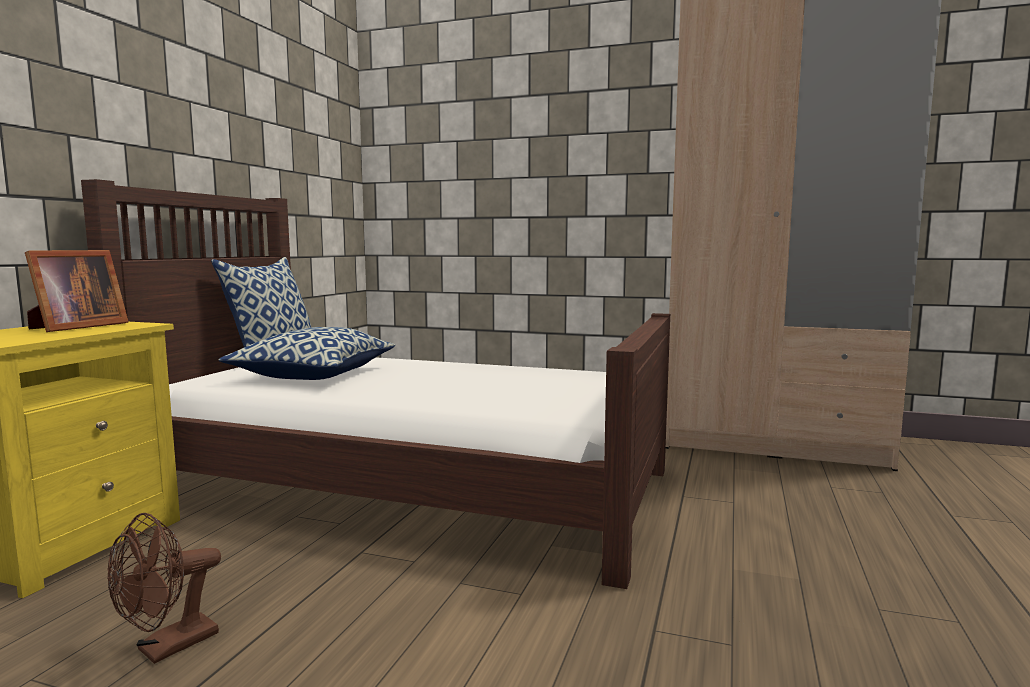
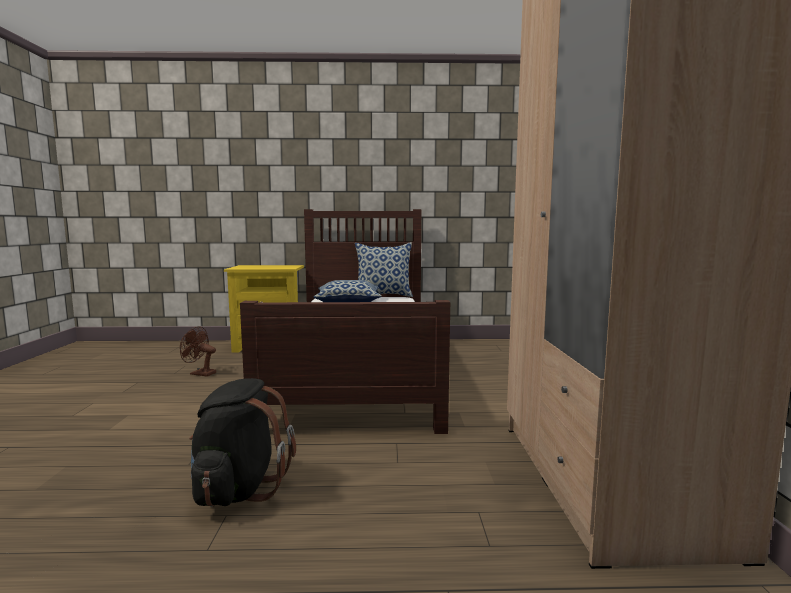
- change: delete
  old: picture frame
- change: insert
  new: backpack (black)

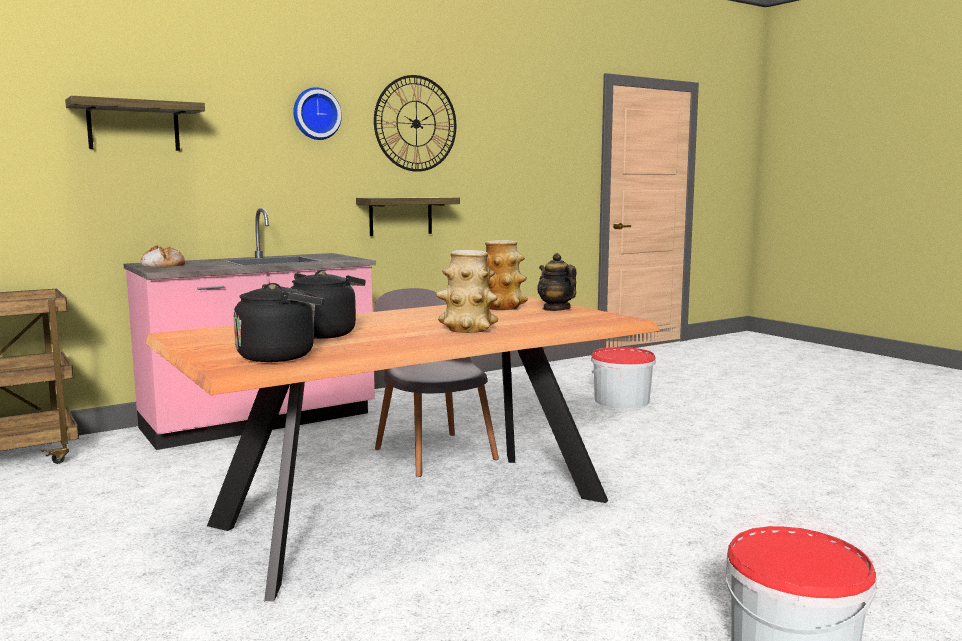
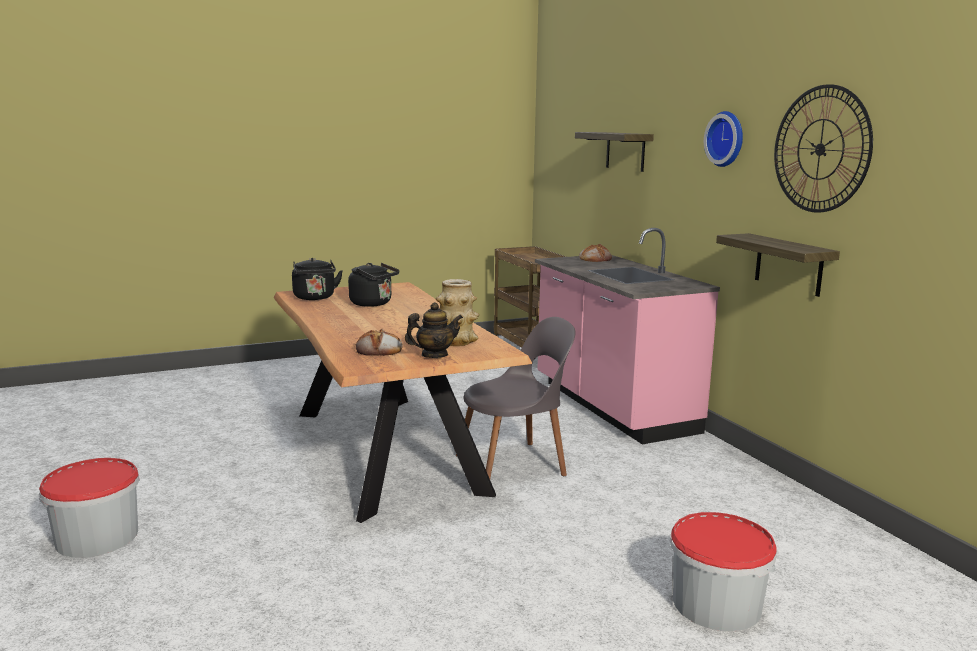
- change: delete
  old: vase (1st from left)
- change: insert
  new: bread (1st from left)

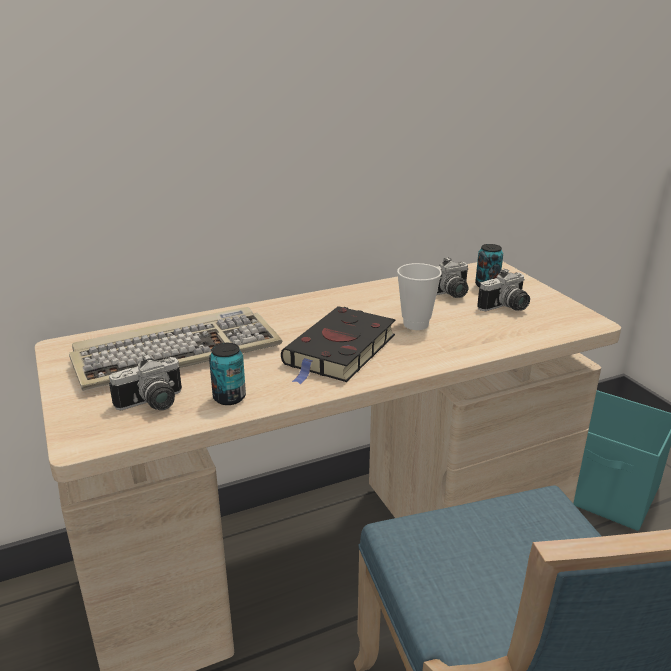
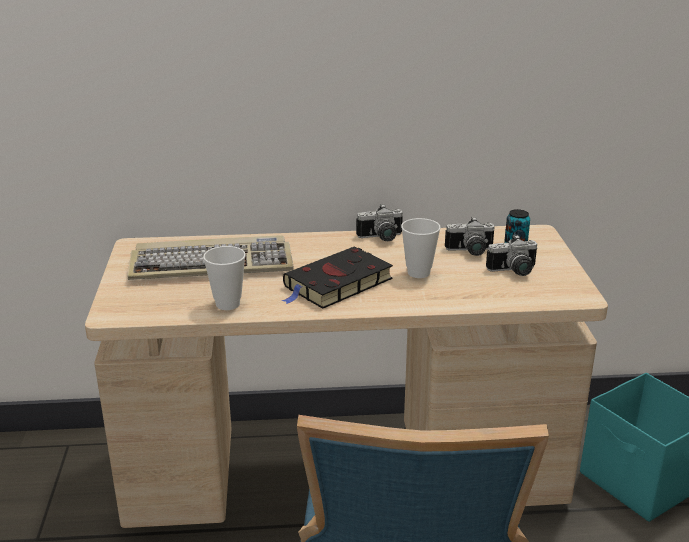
- change: move
  old: photo camera (1st from left)
- change: replace
  old: can (1st from left)
  new: cup (1st from left)

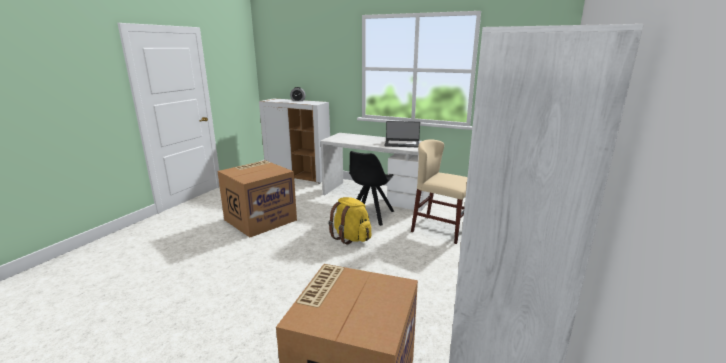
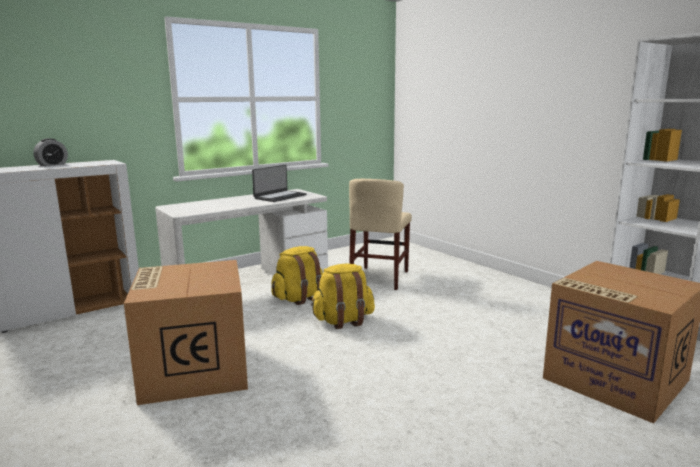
- change: replace
  old: chair (black)
  new: backpack (yellow) (1st from left)
- change: rotate
  old: chair (beige)
  degrees: -45

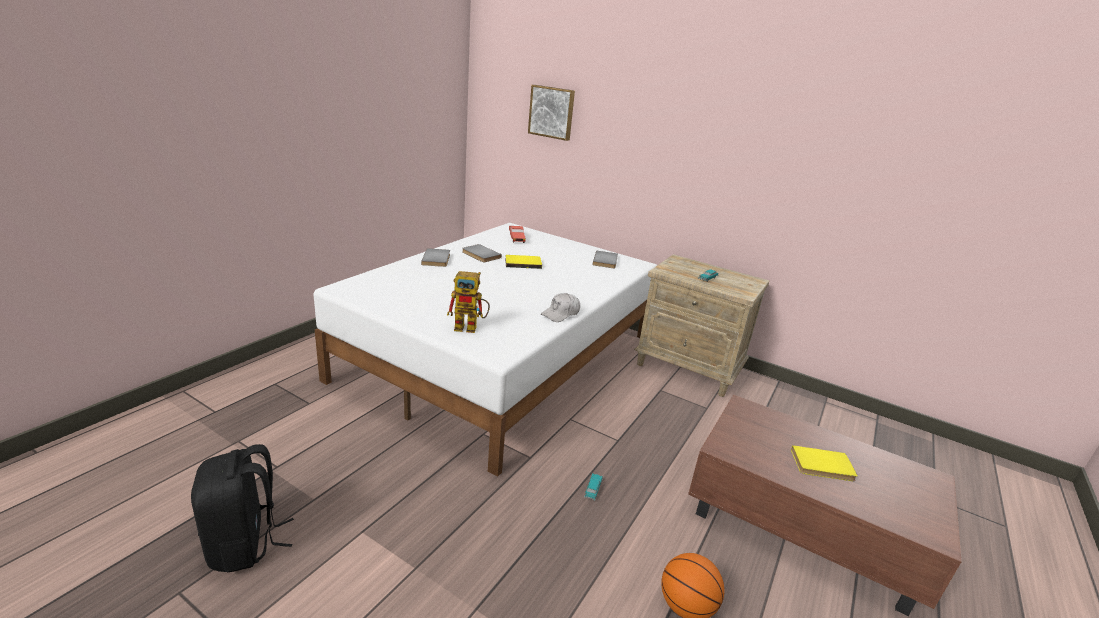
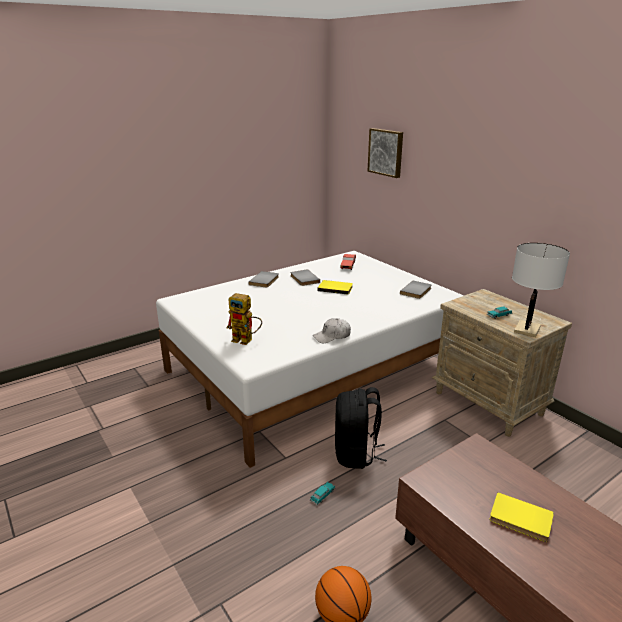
- change: move
  old: backpack (black)
- change: insert
  new: table lamp (white)

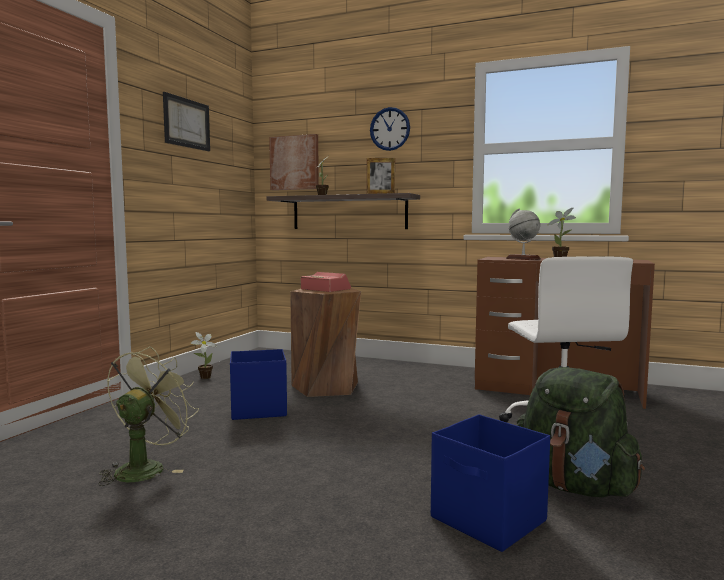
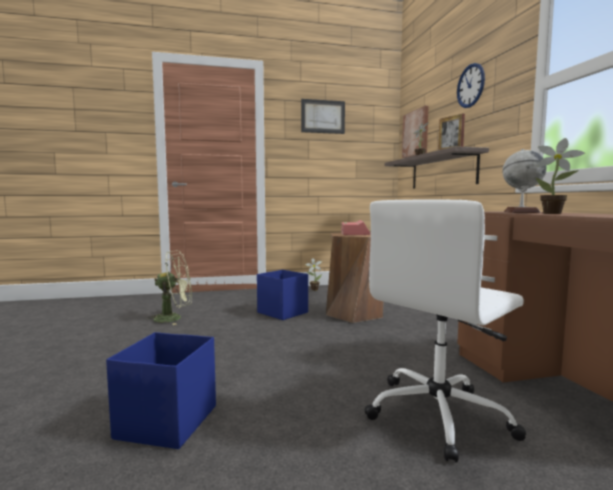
- change: delete
  old: backpack (green)

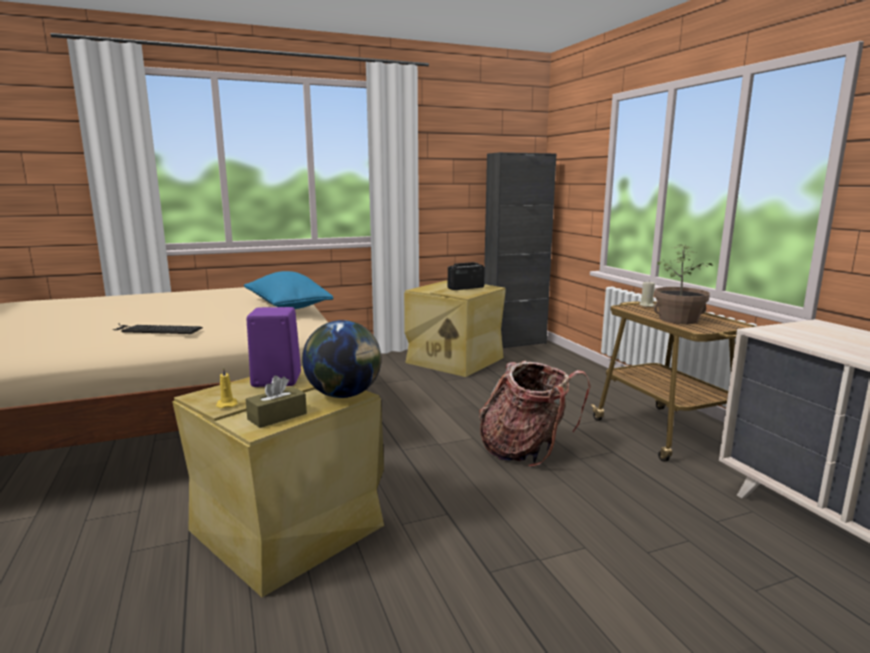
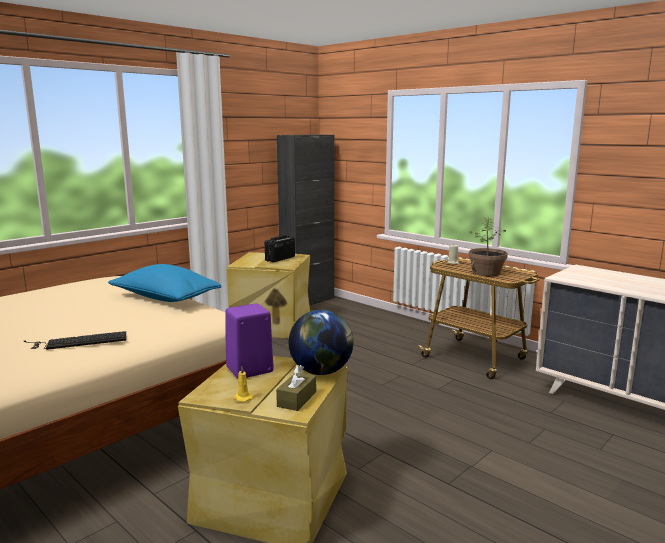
- change: delete
  old: backpack

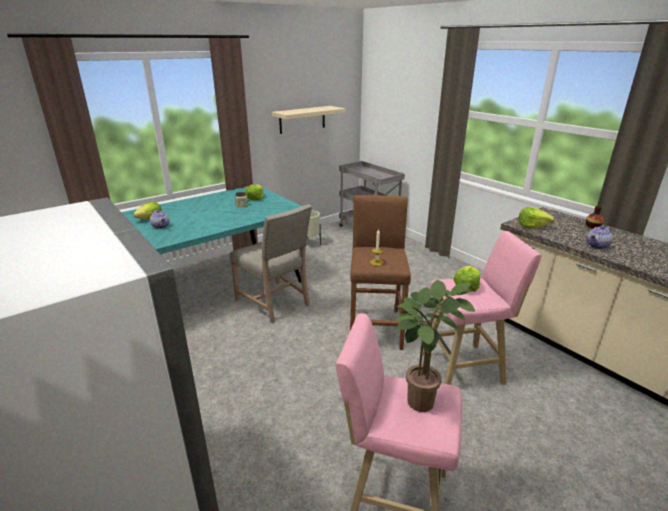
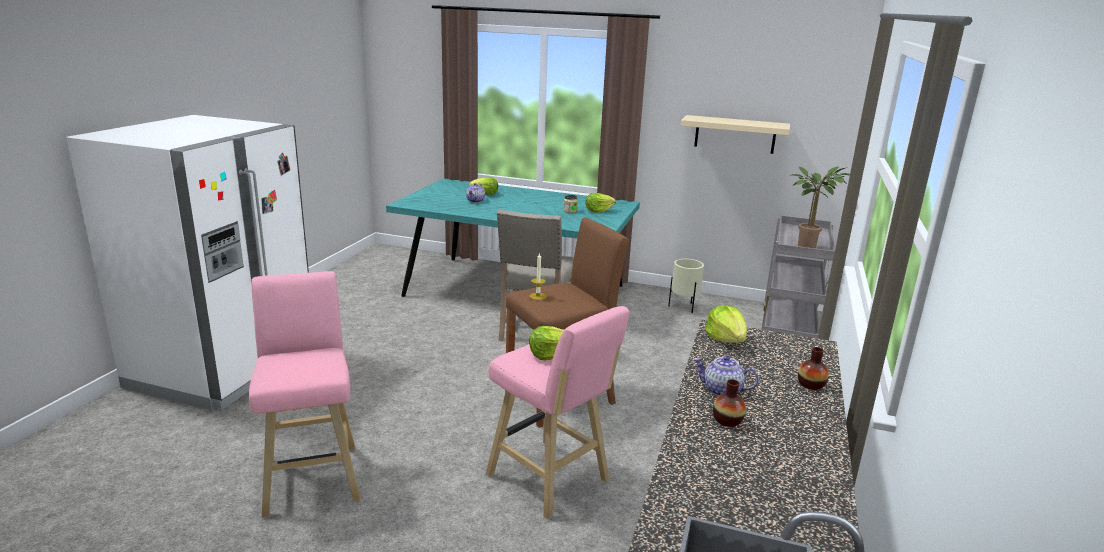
- change: move
  old: potted plant
- change: insert
  new: vase (1st from left)

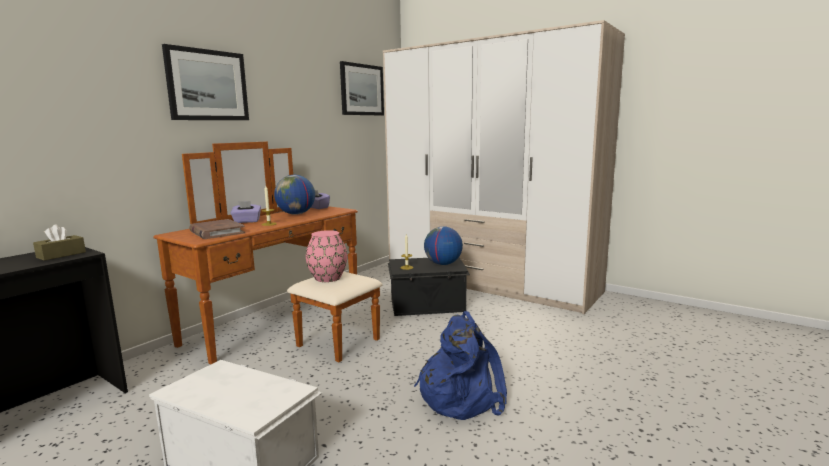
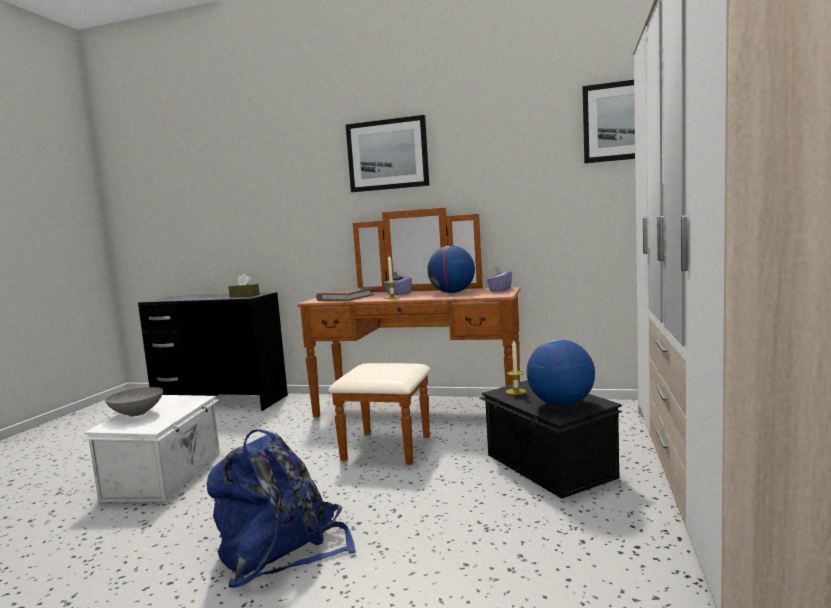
- change: delete
  old: vase (pink)
- change: insert
  new: bowl (grey)

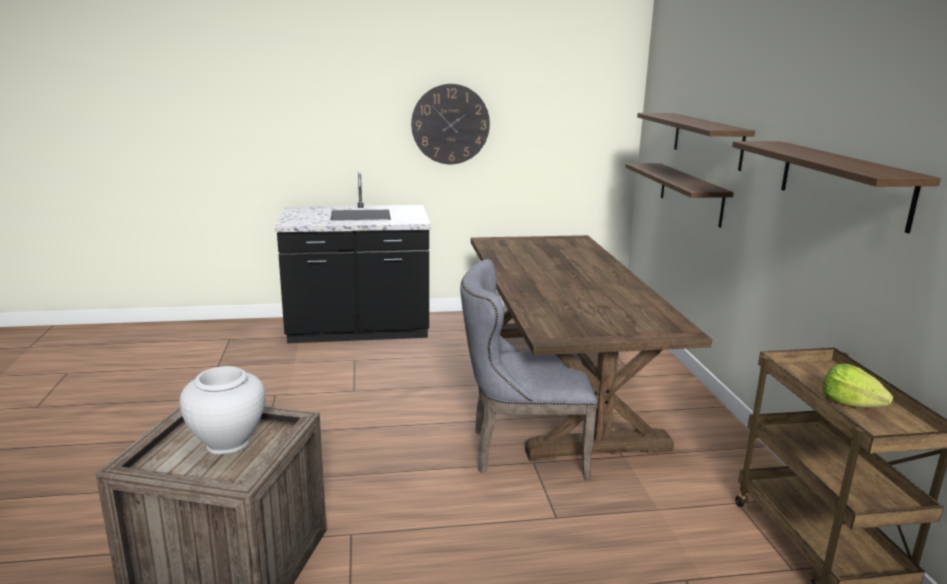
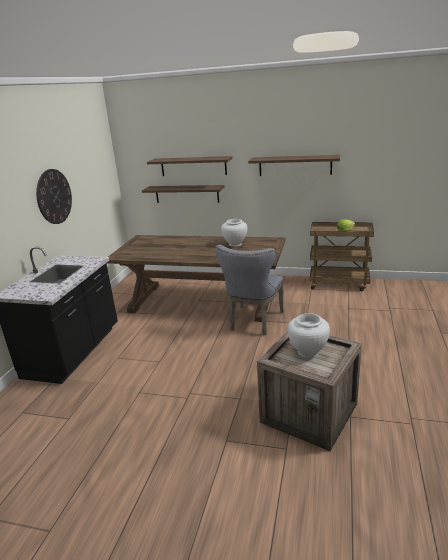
- change: insert
  new: vase (white) (1st from left)

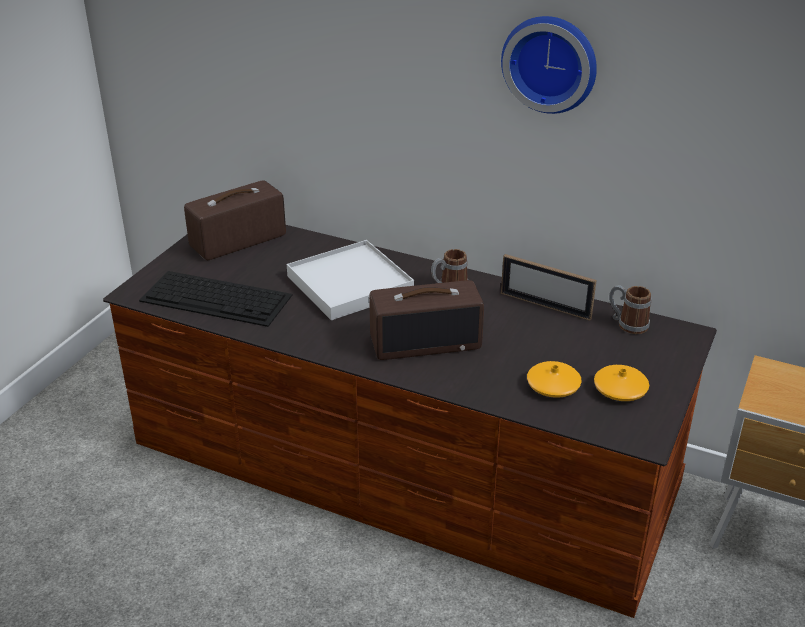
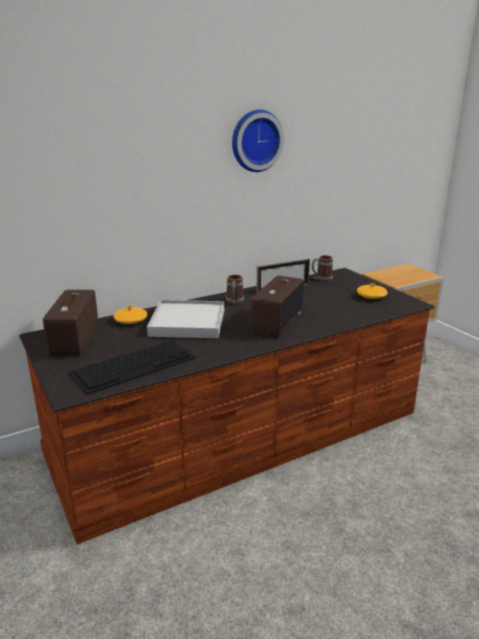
- change: move
  old: vase (orange) (1st from left)

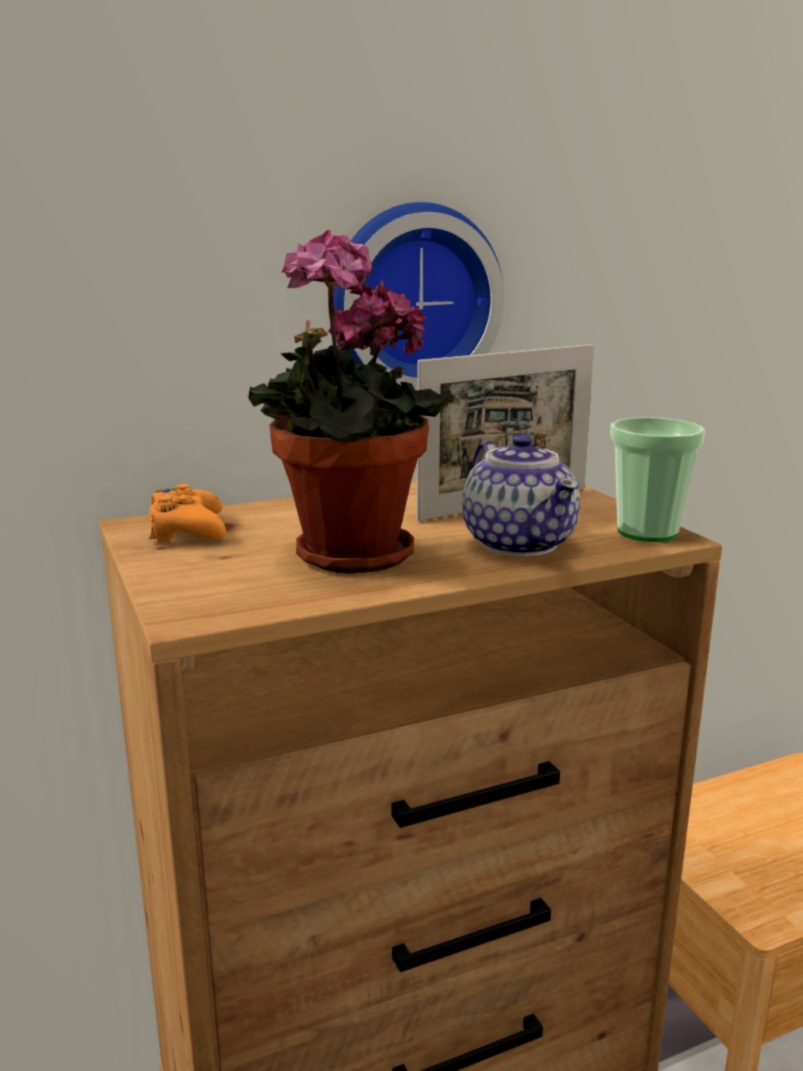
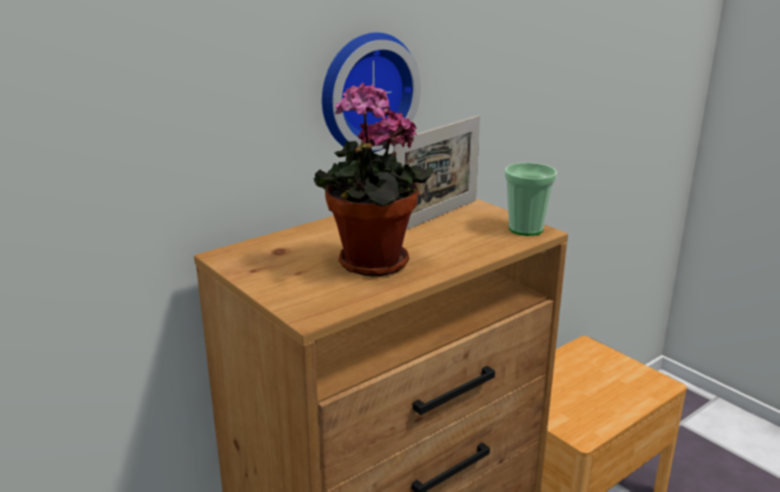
- change: delete
  old: game controller (orange)
- change: delete
  old: teapot

